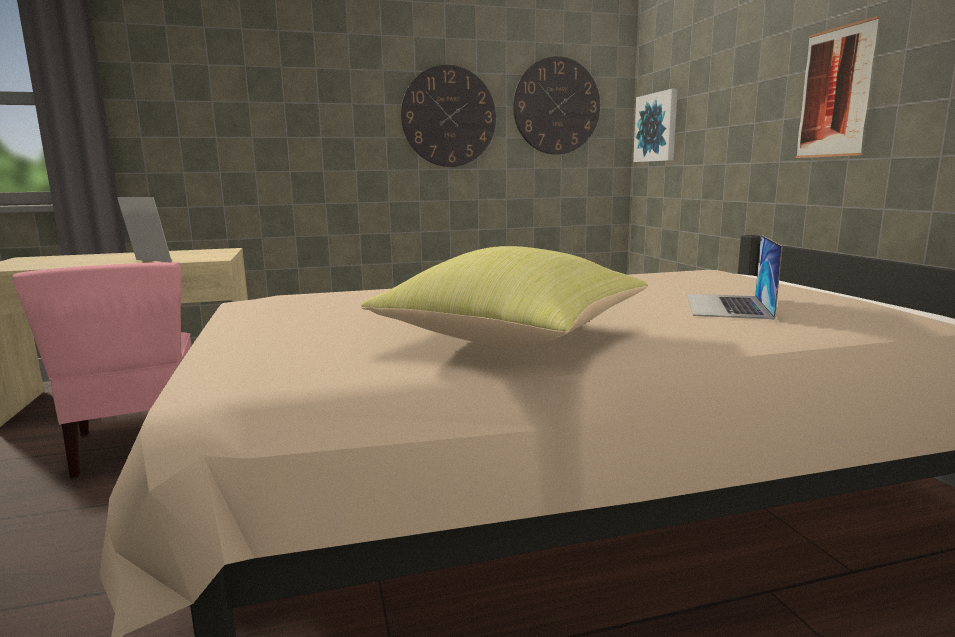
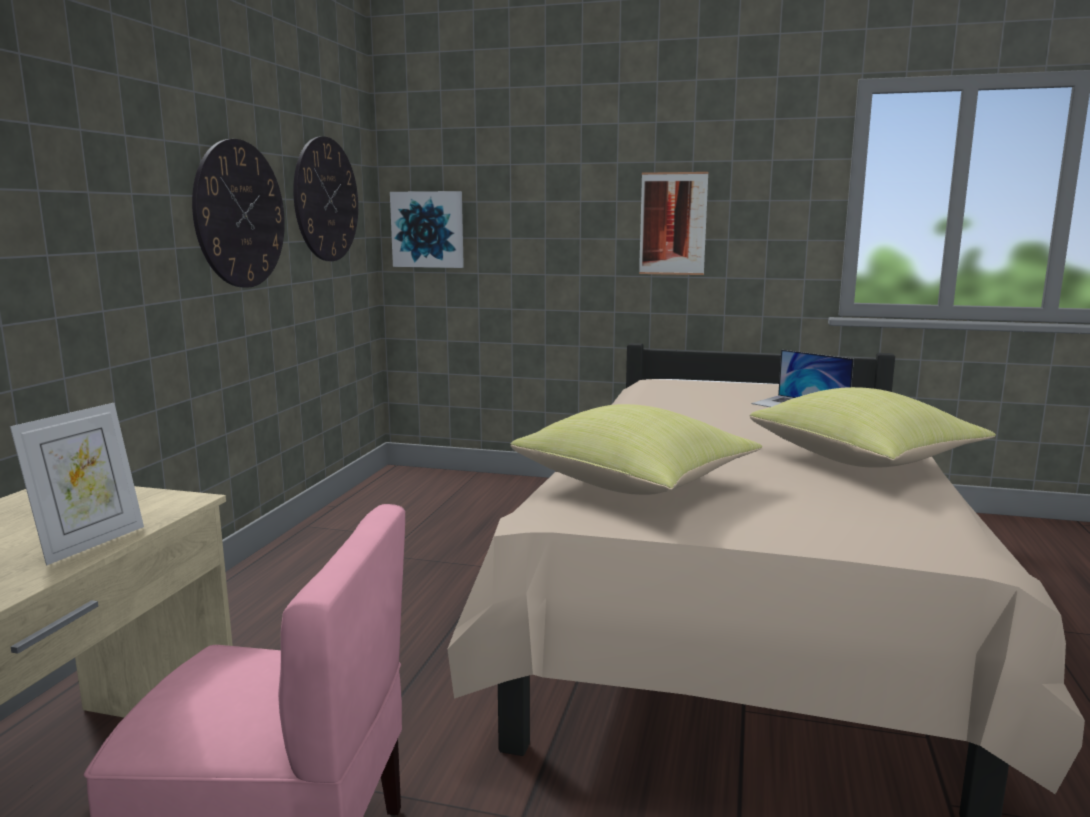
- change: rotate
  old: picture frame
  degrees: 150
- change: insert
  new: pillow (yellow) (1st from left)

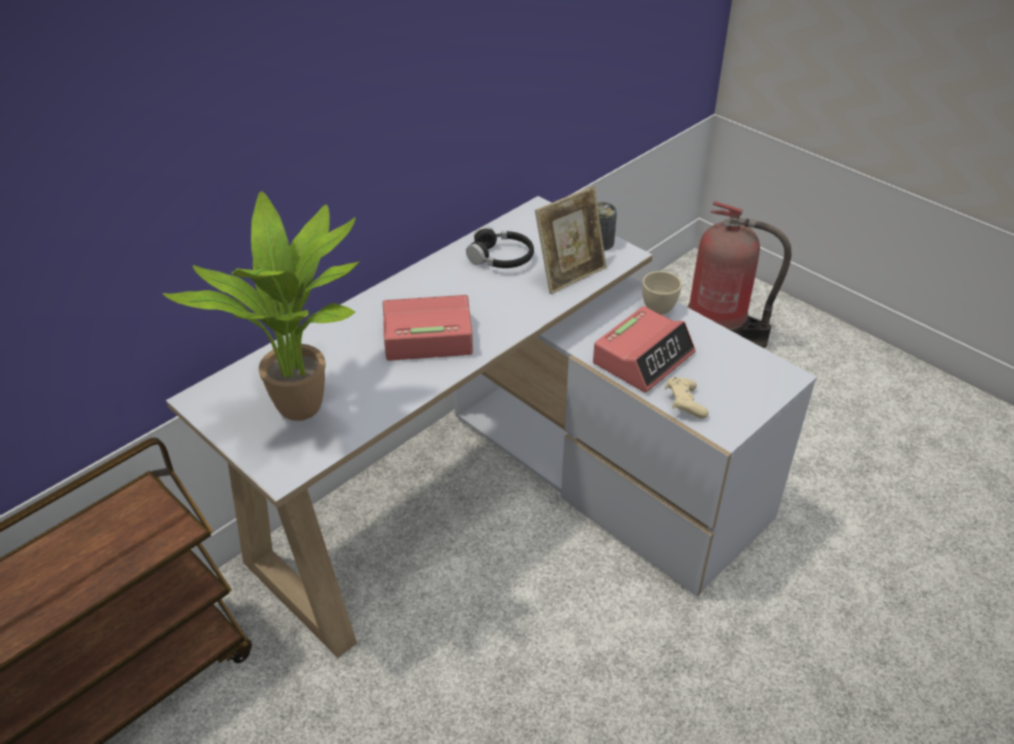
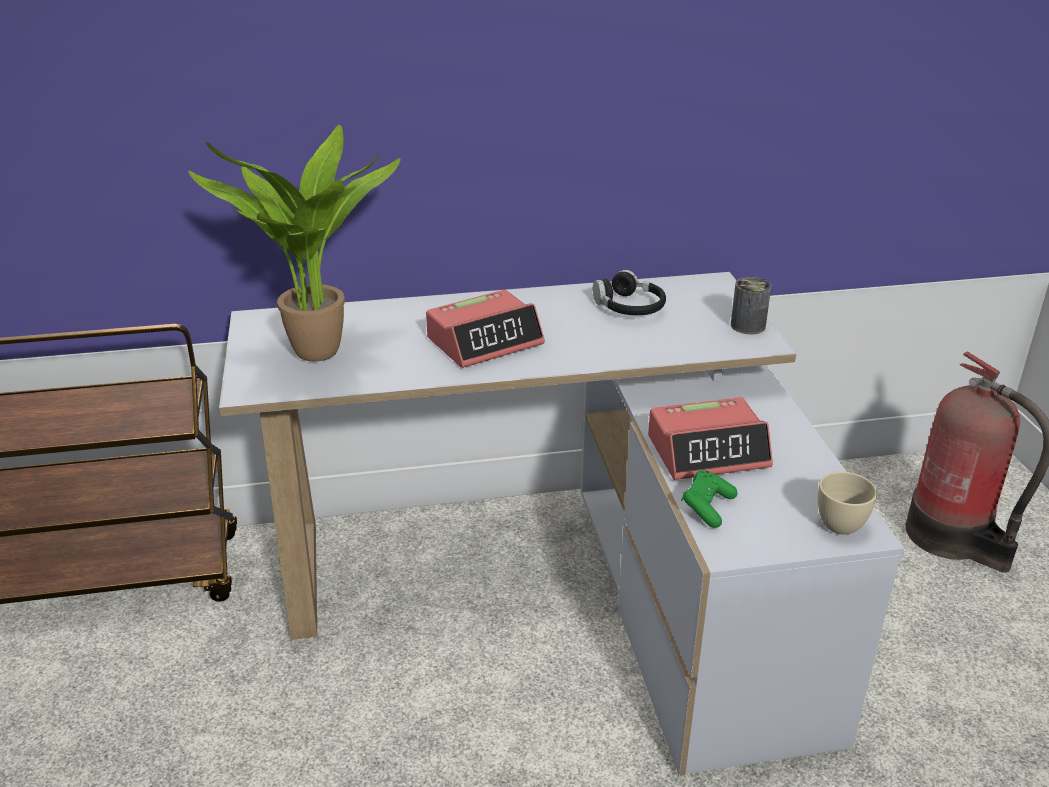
- change: rotate
  old: alarm clock (1st from left)
  degrees: 120
- change: delete
  old: picture frame
- change: move
  old: cup (beige)
- change: recolor
  old: game controller (beige)
  new: game controller (green)

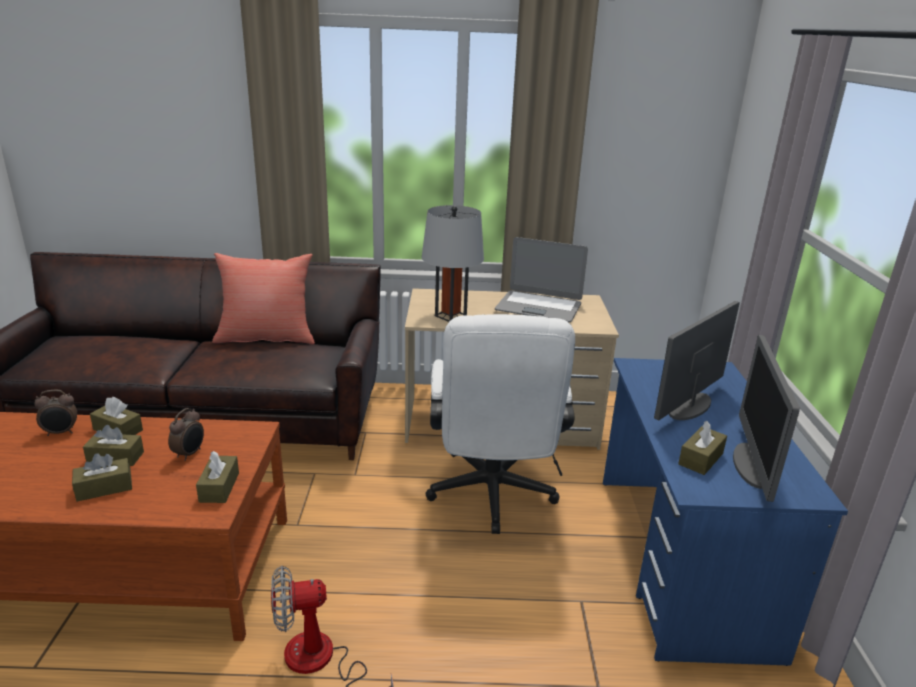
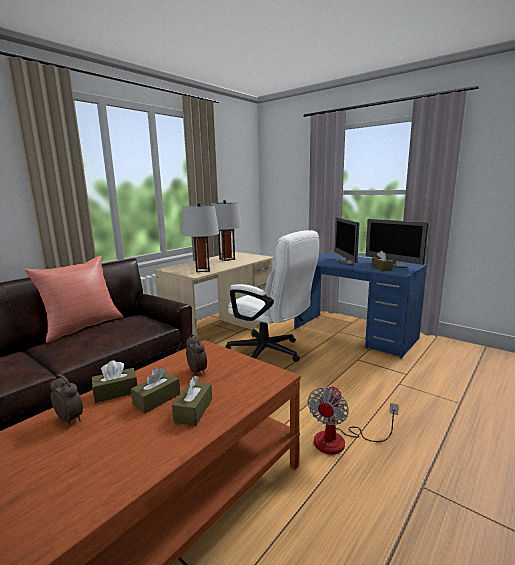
- change: rotate
  old: alarm clock (1st from left)
  degrees: -75
- change: delete
  old: tissue box (brown) (4th from left)
- change: replace
  old: laptop
  new: table lamp (grey) (2nd from left)

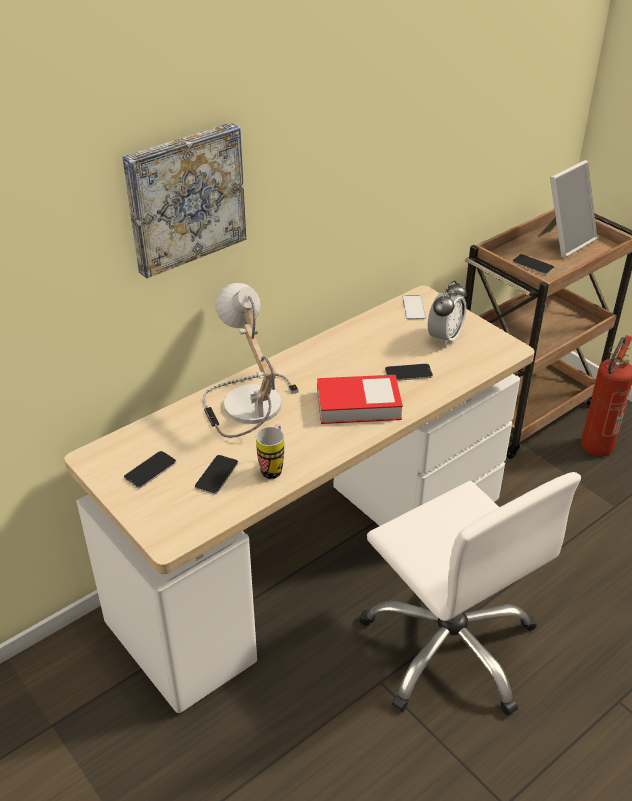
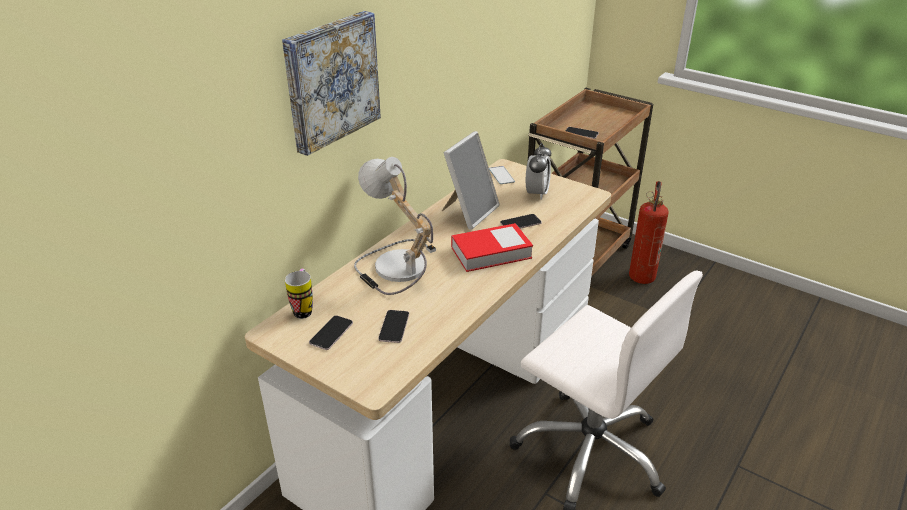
- change: move
  old: mug
- change: move
  old: picture frame

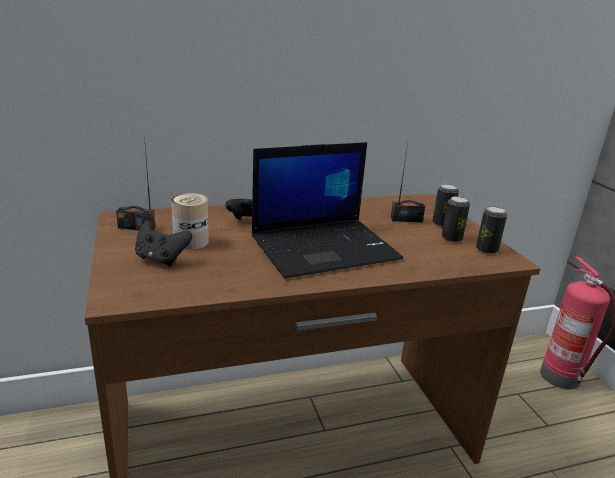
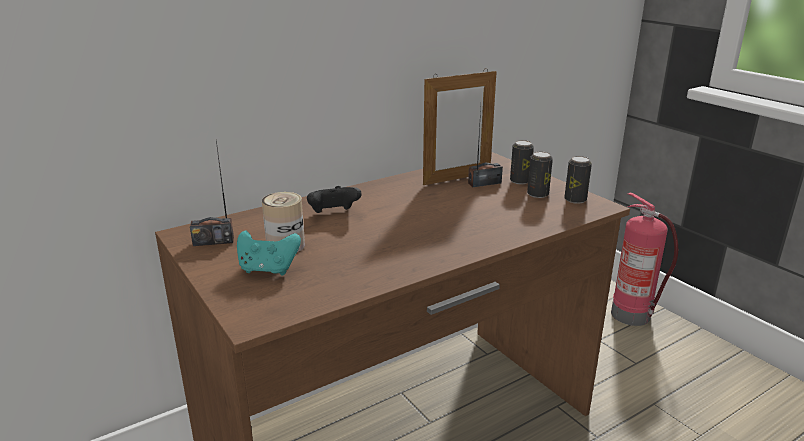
- change: recolor
  old: game controller (black) (1st from left)
  new: game controller (turquoise)
- change: delete
  old: laptop
- change: insert
  new: picture frame

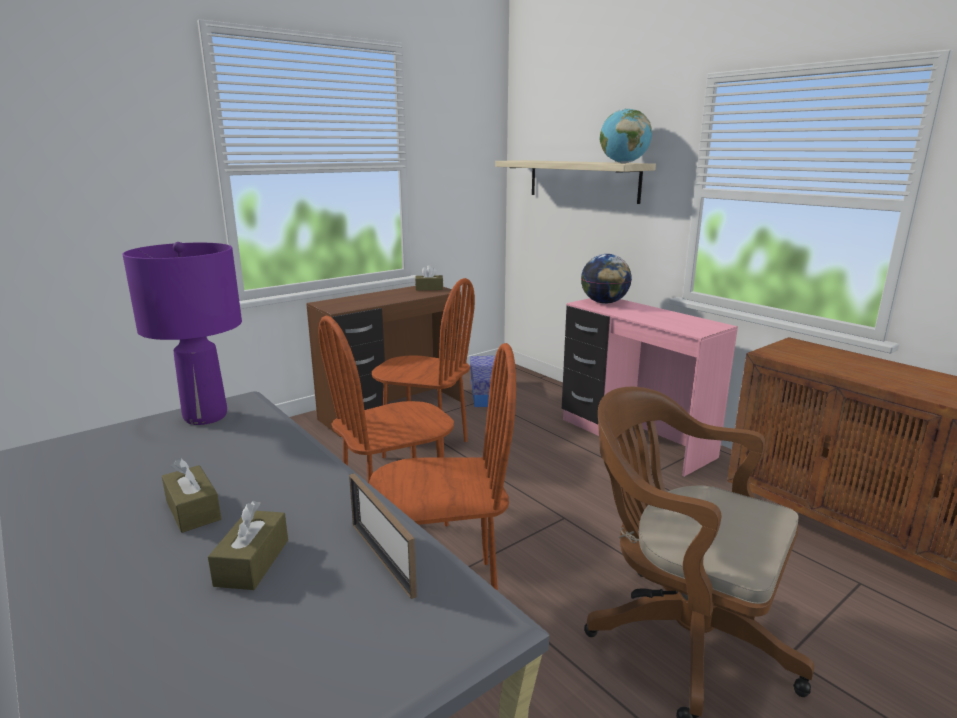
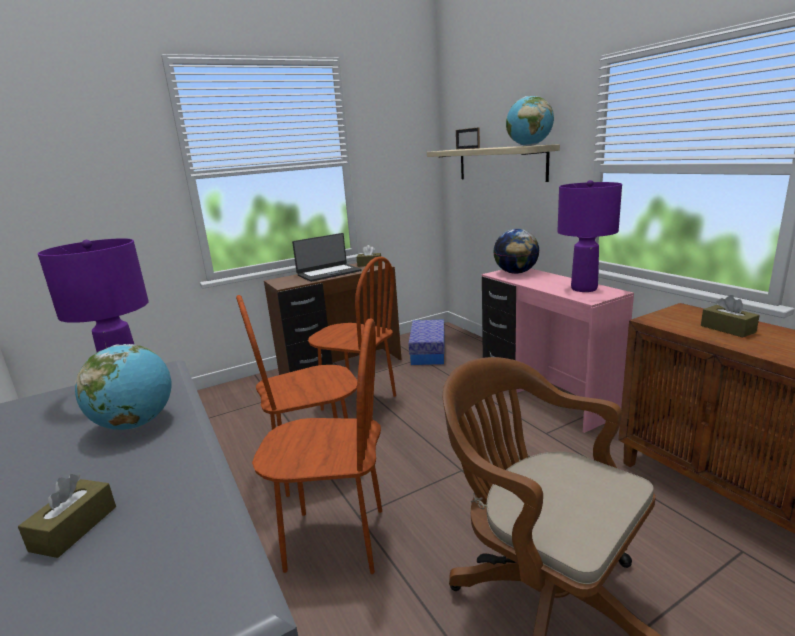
- change: move
  old: tissue box (brown) (1st from left in the first image)
  new: tissue box (brown) (3rd from left)
- change: move
  old: picture frame
- change: insert
  new: globe (1st from left)
- change: insert
  new: laptop
- change: insert
  new: table lamp (purple) (2nd from left)

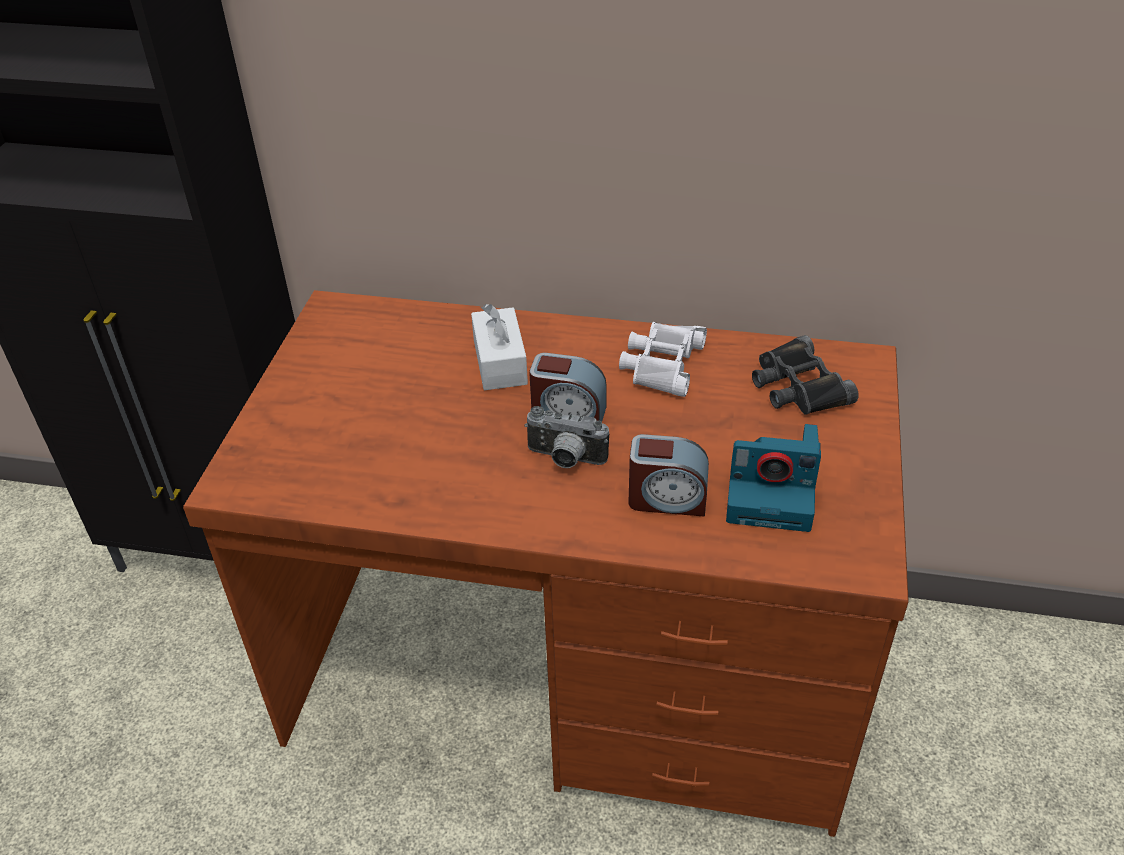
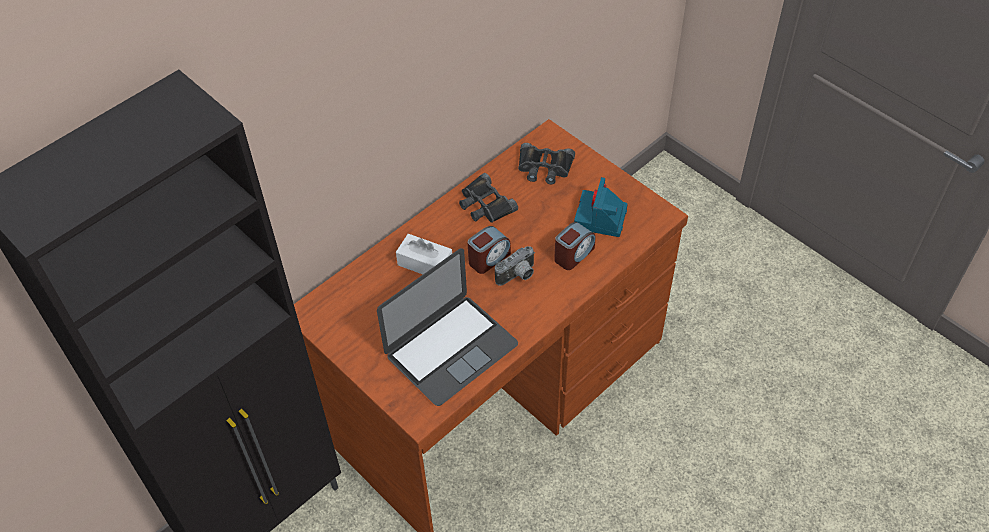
- change: recolor
  old: binoculars (white)
  new: binoculars (black) (1st from left)
- change: rotate
  old: photo camera (2nd from left)
  degrees: 150
- change: insert
  new: laptop

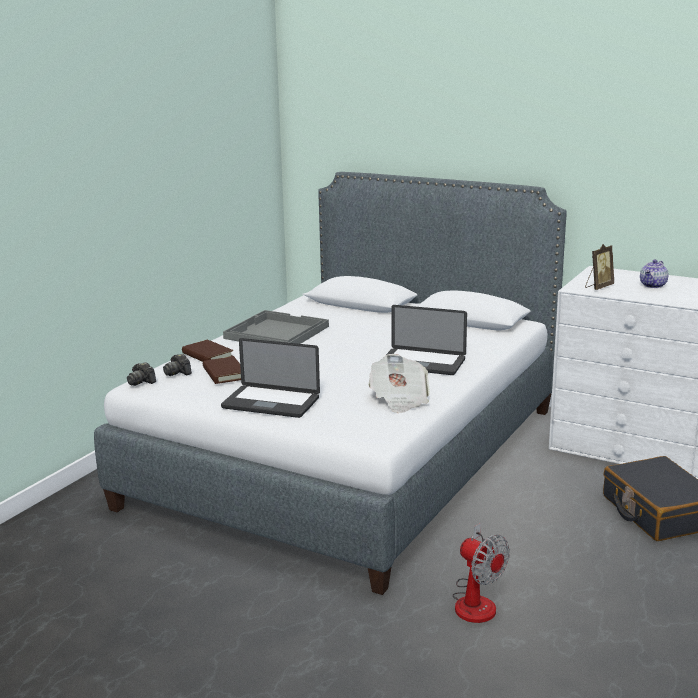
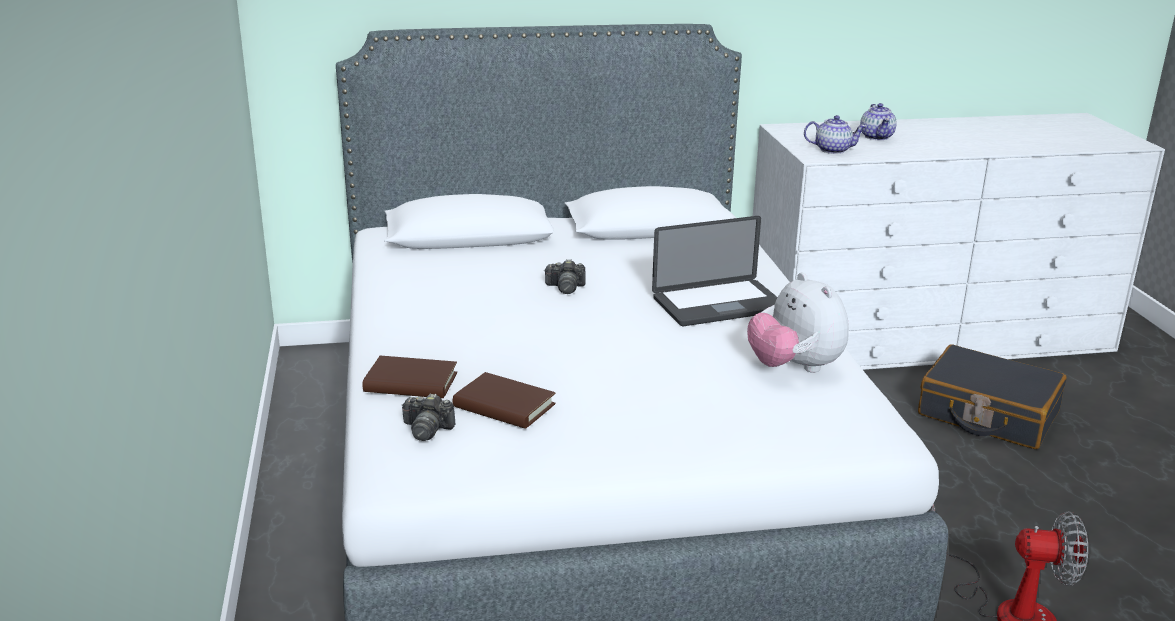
- change: move
  old: photo camera (1st from left in the first image)
  new: photo camera (2nd from left)
- change: delete
  old: laptop (1st from left)
- change: delete
  old: tray (grey)
- change: replace
  old: newspaper
  new: plush toy
- change: replace
  old: picture frame
  new: teapot (1st from left)

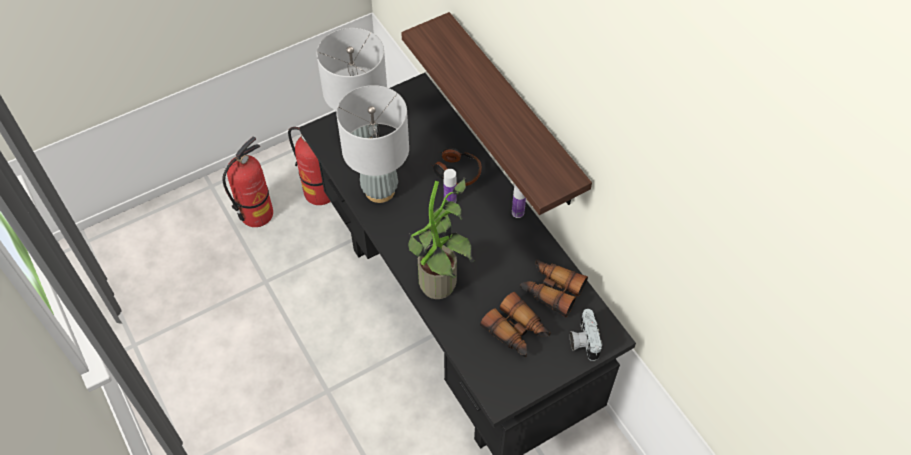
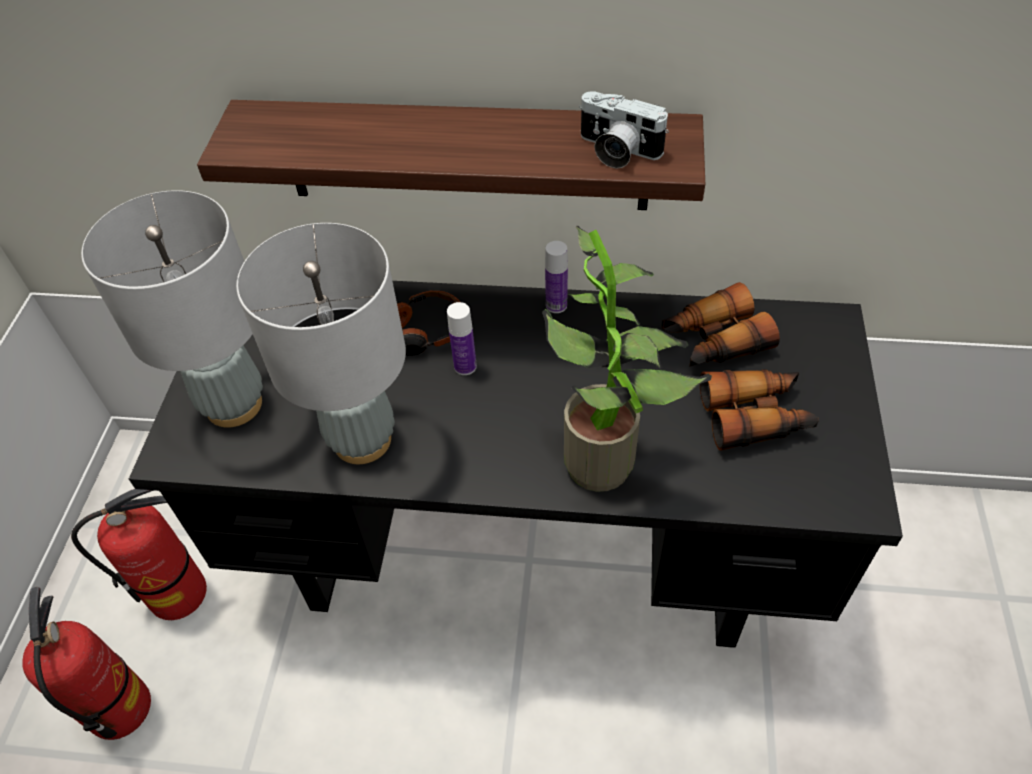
- change: move
  old: photo camera

